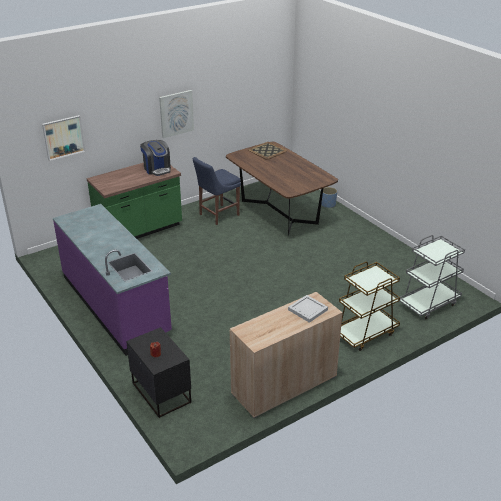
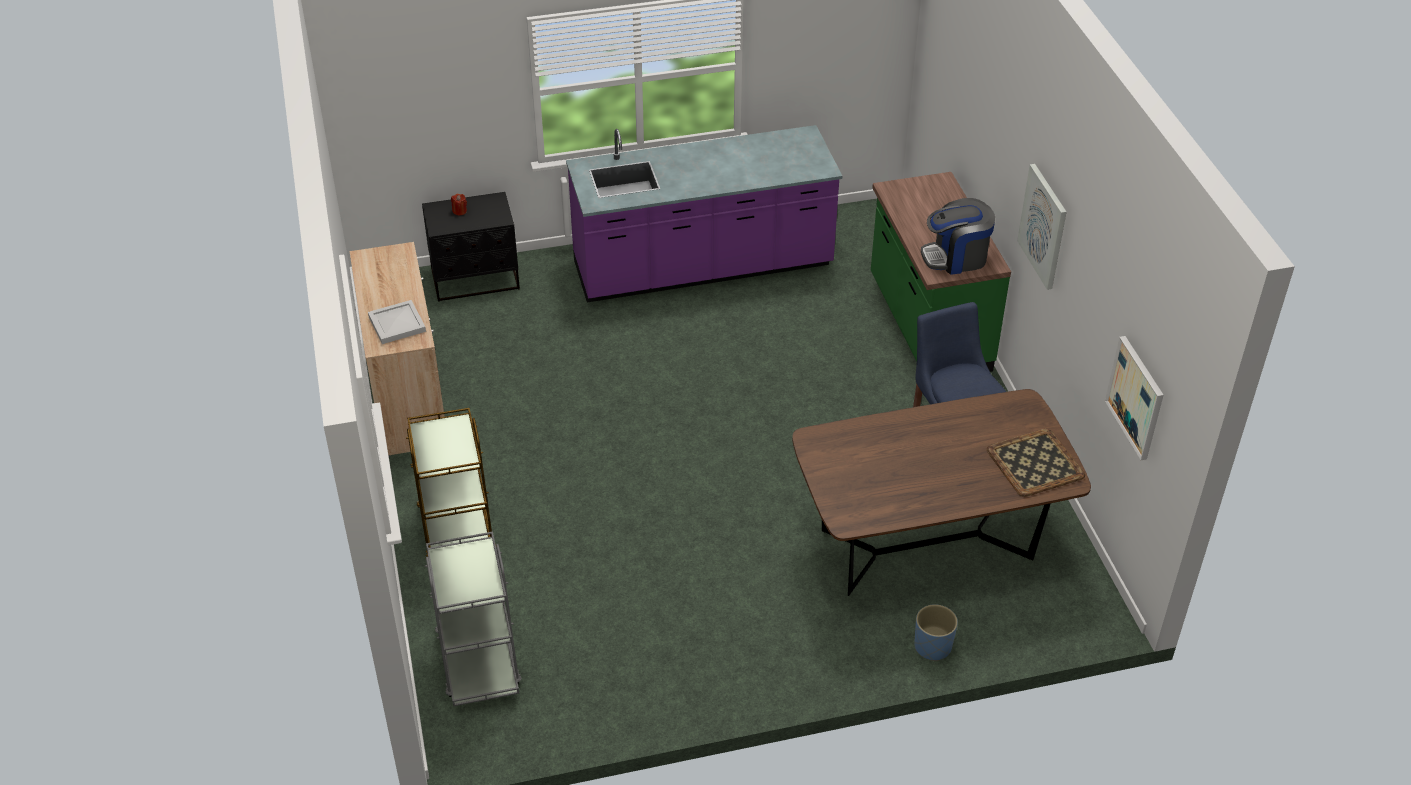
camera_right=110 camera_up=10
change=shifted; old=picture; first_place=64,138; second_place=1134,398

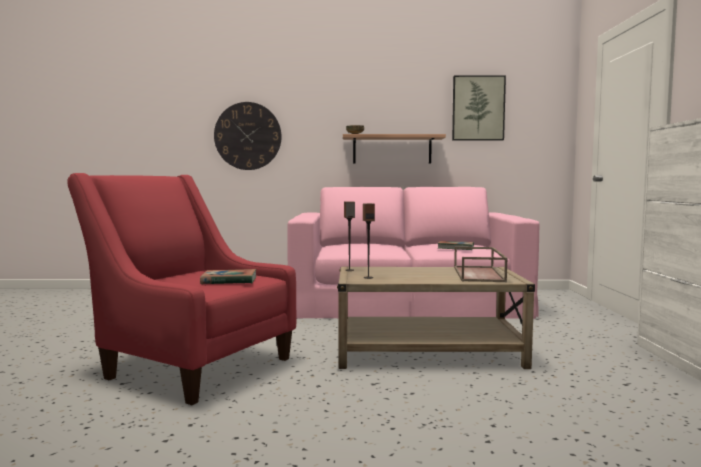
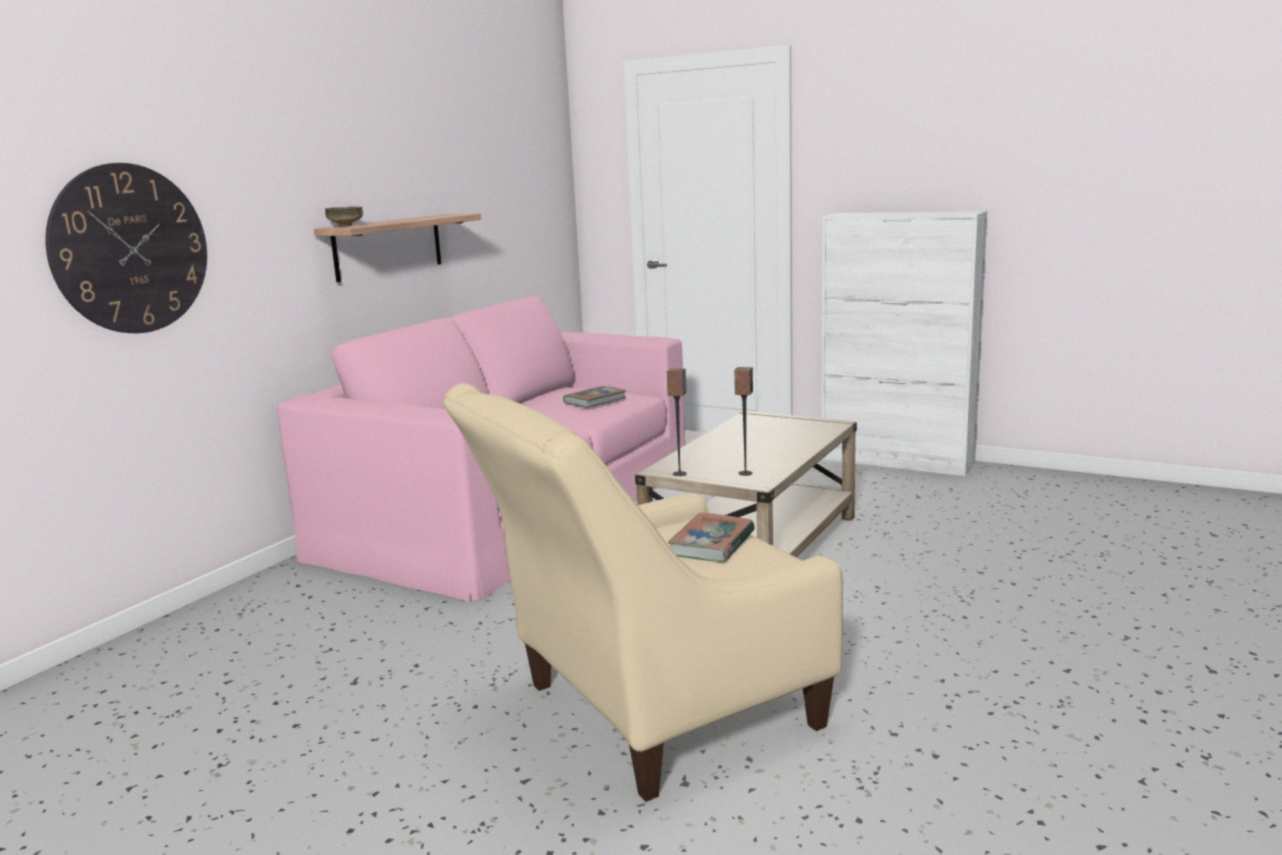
camera_right=-60 camera_up=10
change=repainted; old=armchair in red; new=armchair in beige-coloured; first_place=182,289; second_place=643,592
change=gone; old=picture; first_place=479,107
change=gone; old=carrying tray in brown-coloured; first_place=481,264

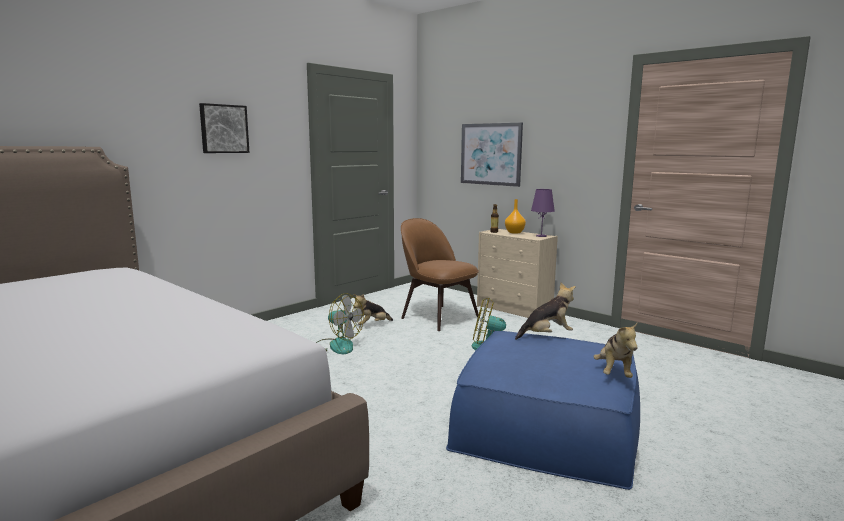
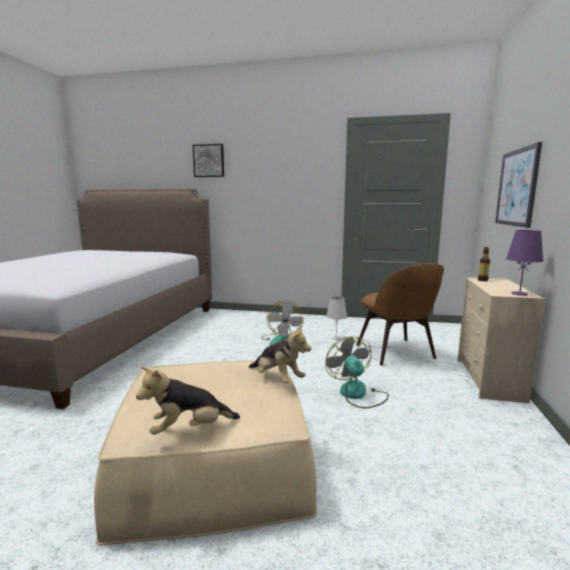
camera_right=60 camera_up=0
change=repainted; old=pouffe in blue; new=pouffe in beige-coloured; first_place=543,410; second_place=205,452
change=shifted; old=picture; first_place=224,128; second_place=208,160
change=swapped; old=cuddly toy; new=table lamp in white-coloured; first_place=373,309; second_place=336,318
change=rotated; old=upright chair in brown-coloured; first_place=440,274; second_place=400,314; degrees=150
change=gone; old=decorative vase in orange-coloured; first_place=515,216

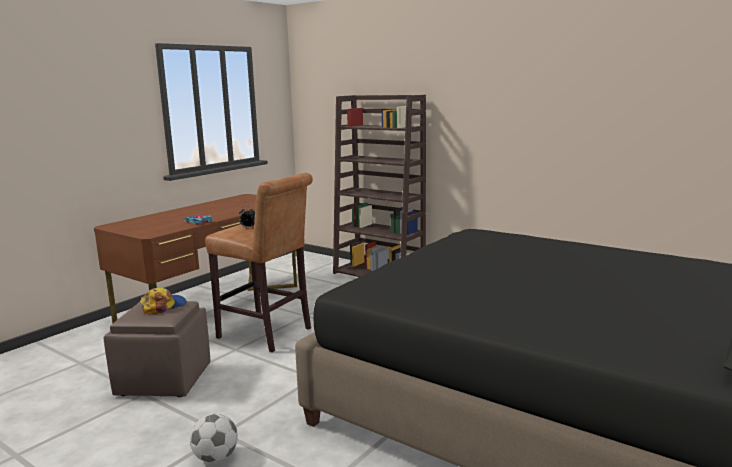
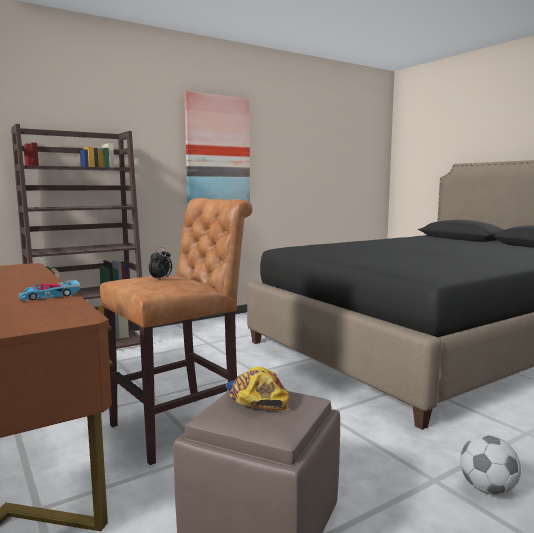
camera_right=-70 camera_up=-5
change=new; new=picture; second_place=217,147

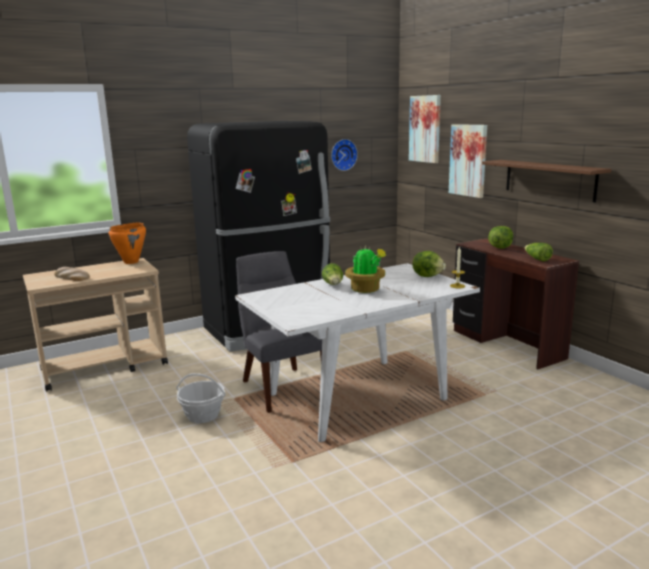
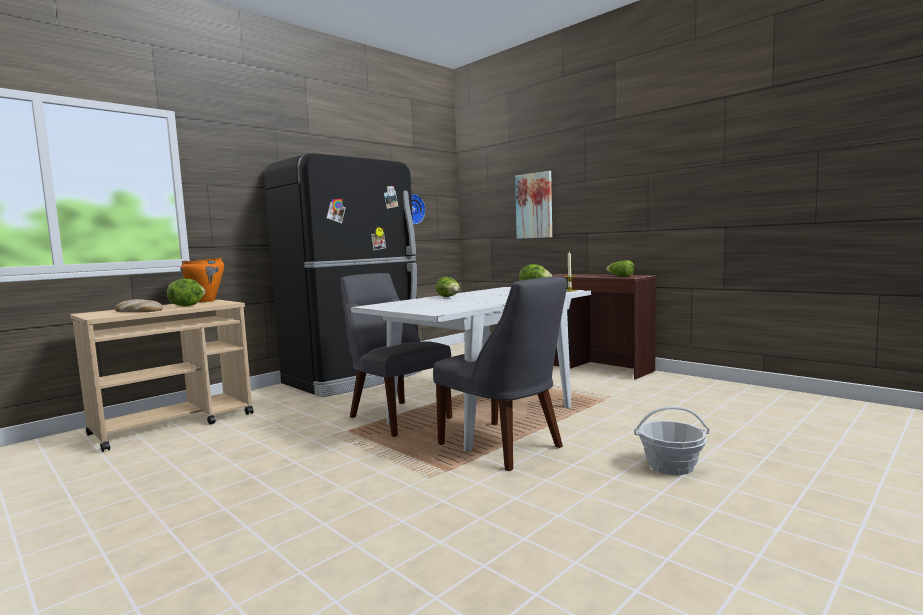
camera_right=-15 camera_up=-10
change=shifted; old=lettuce; first_place=500,237; second_place=186,292
change=new; new=upright chair in gray; second_place=500,373
change=shifted; old=basket; first_place=200,398; second_place=671,440
change=gone; old=plant in a pot; first_place=365,269
change=gone; old=picture; first_place=425,129
change=gone; old=wall shelf in brown-coloured; first_place=547,181

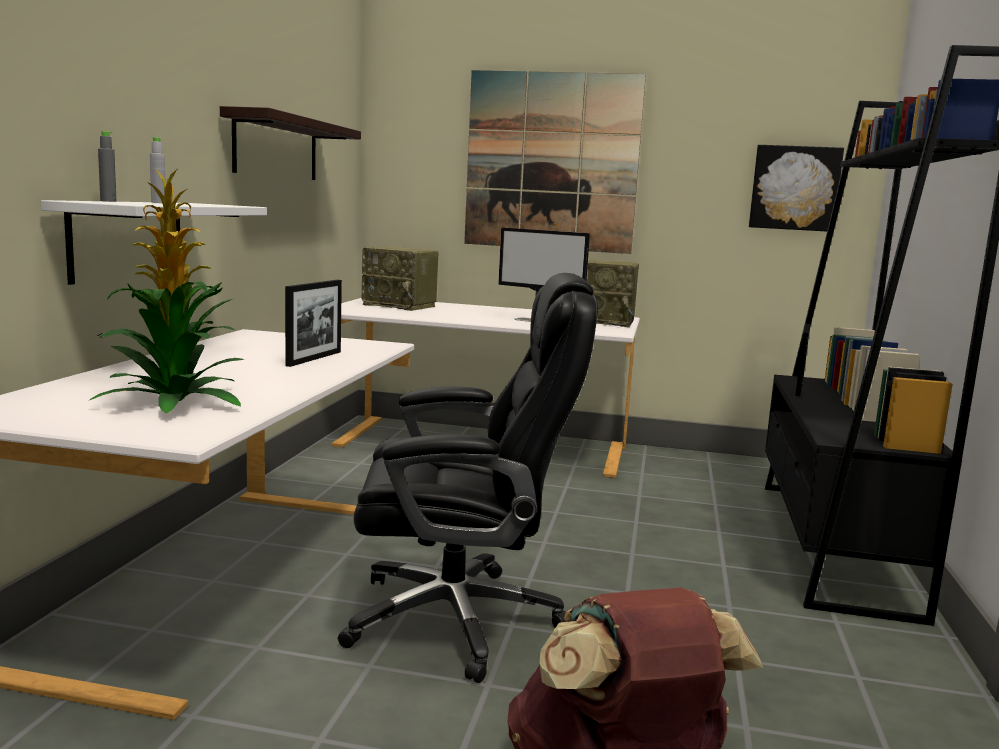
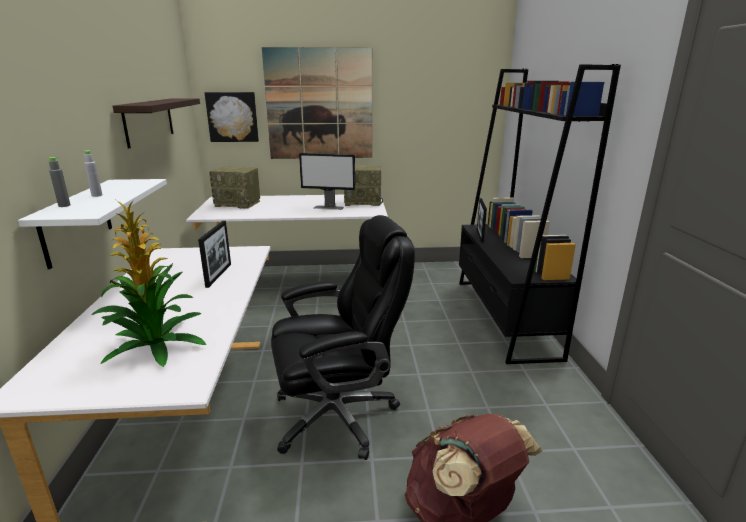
camera_right=-15 camera_up=10
change=shifted; old=picture; first_place=796,188; second_place=232,117

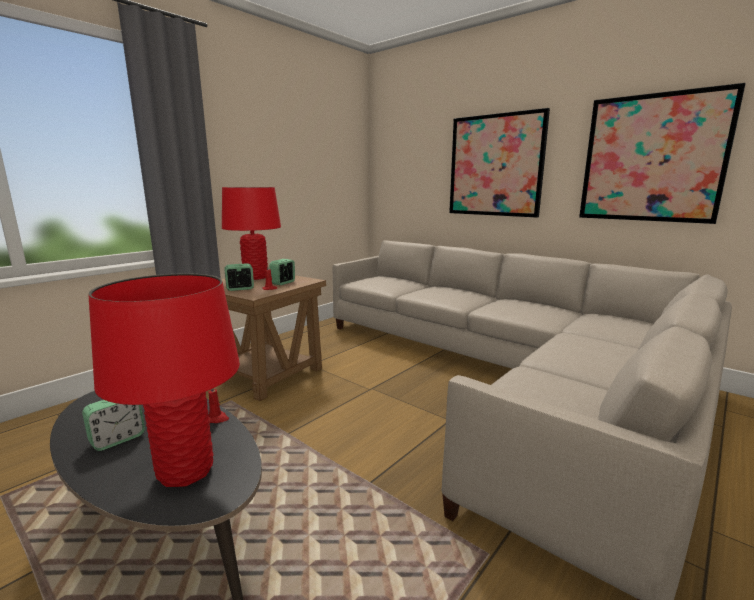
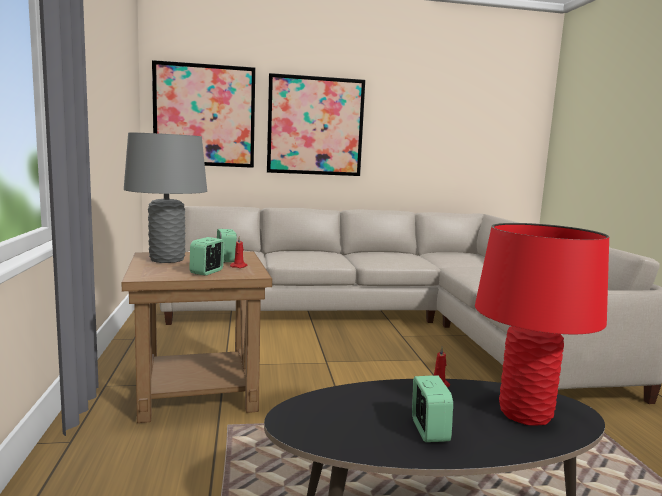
camera_right=-50 camera_up=-5
change=repainted; old=table lamp in red; new=table lamp in gray; first_place=251,233; second_place=165,197
change=shifted; old=picture; first_place=662,153; second_place=203,114

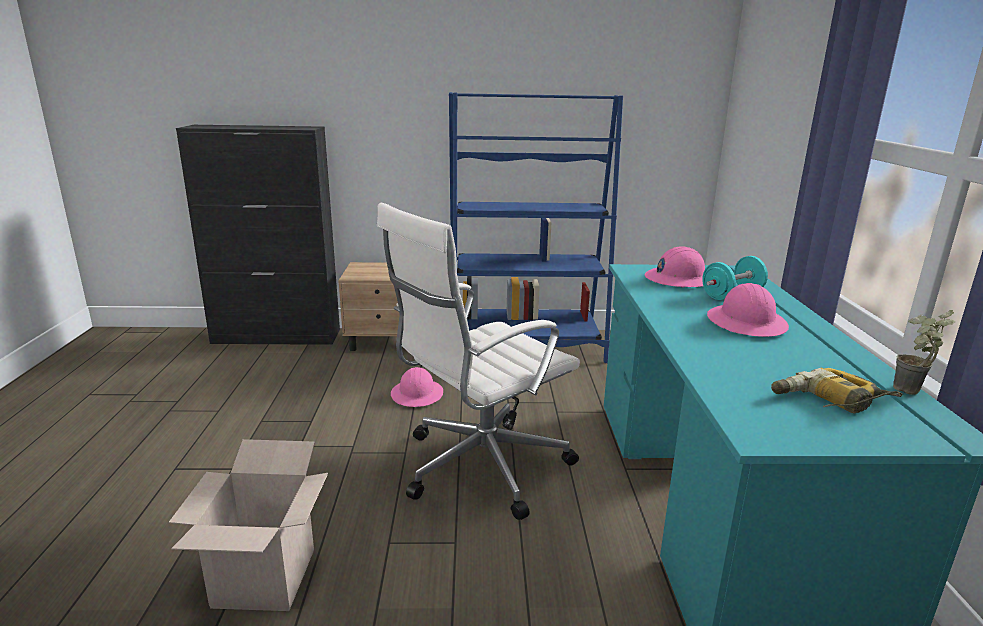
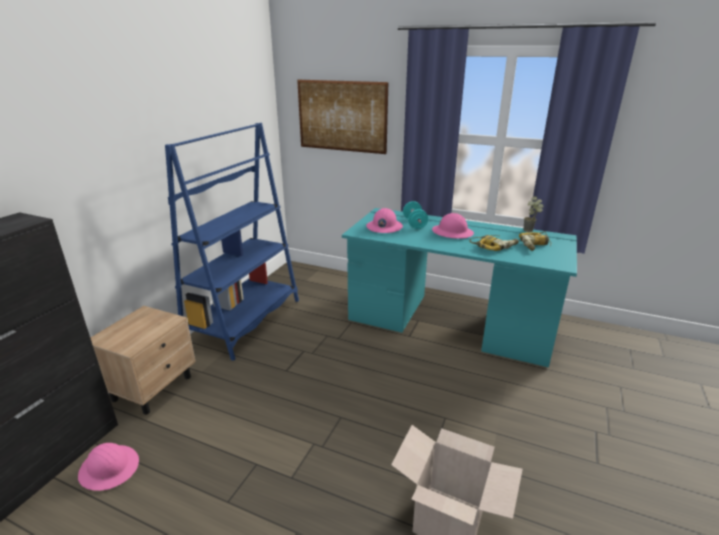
camera_right=-65 camera_up=5
change=shifted; old=safety helmet in pink; first_place=417,387; second_place=108,467
change=new; new=picture; second_place=342,117
change=new; new=drill; second_place=494,243
change=gone; old=office chair in white-coloured; first_place=478,361

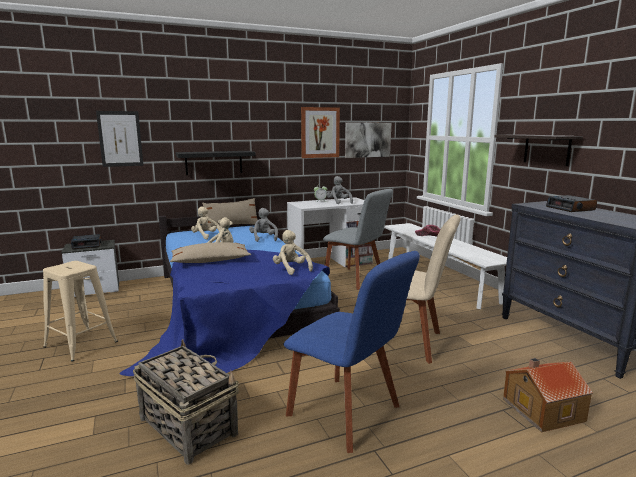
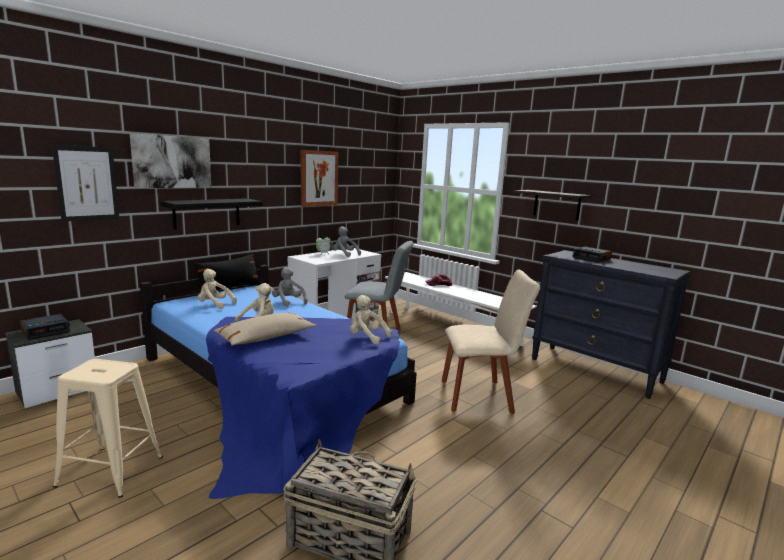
camera_right=-25 camera_up=0
change=shifted; old=picture; first_place=368,140; second_place=170,160
change=repainted; old=cushion in beige-coloured; new=cushion in black-coloured; first_place=230,212; second_place=228,272
change=gone; old=upright chair in blue; first_place=352,352
change=gone; old=toy house; first_place=548,395

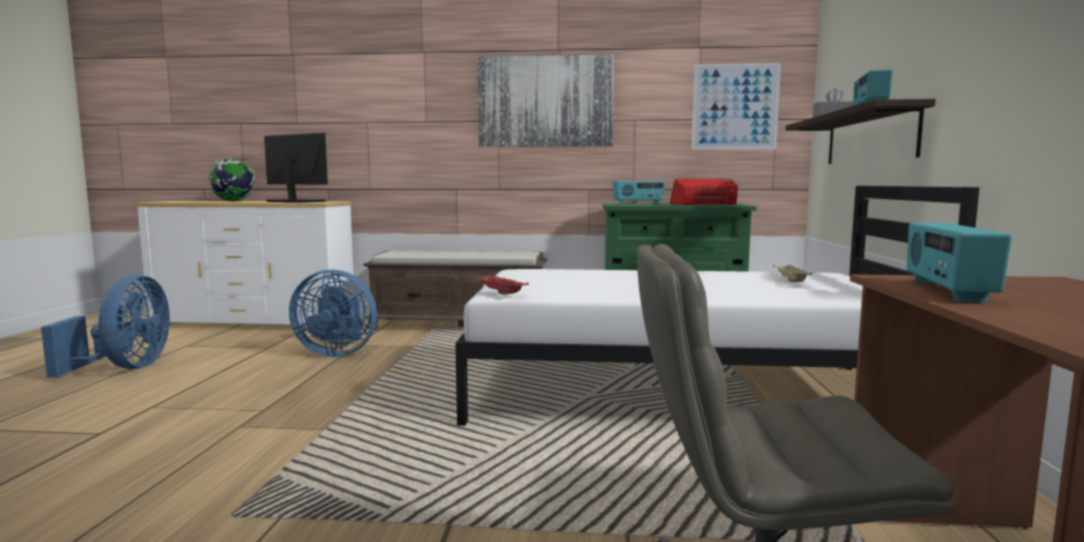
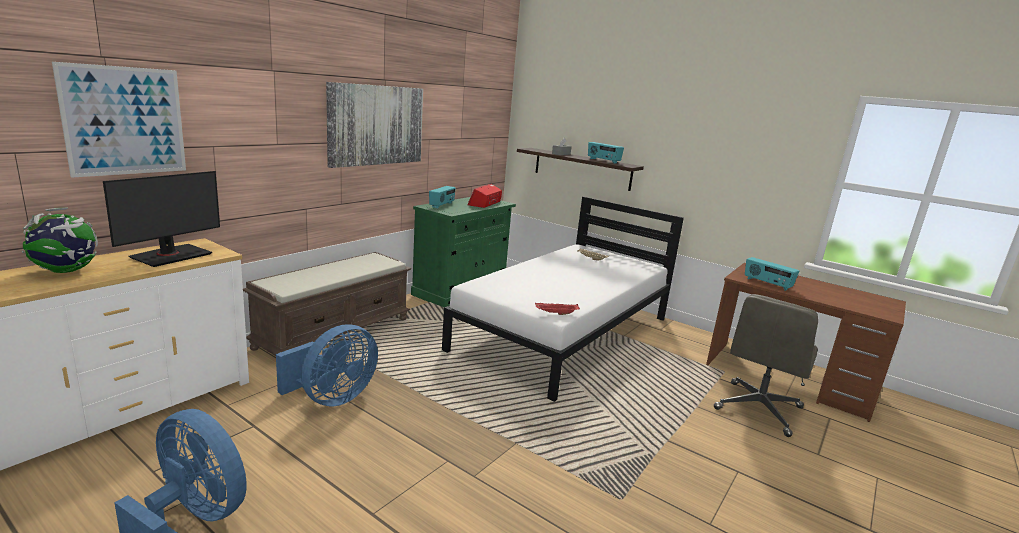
camera_right=-60 camera_up=10
change=shifted; old=picture; first_place=736,106; second_place=119,120
change=rotated; old=computer screen; first_place=296,168; second_place=161,219; degrees=150

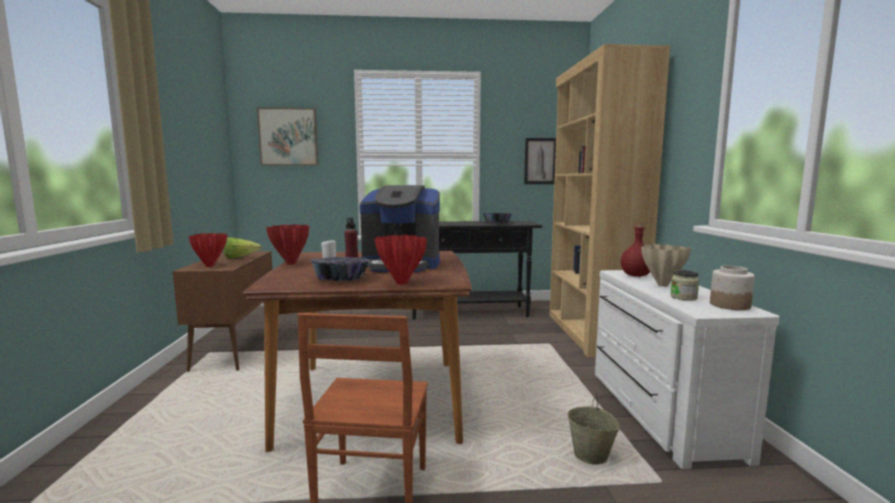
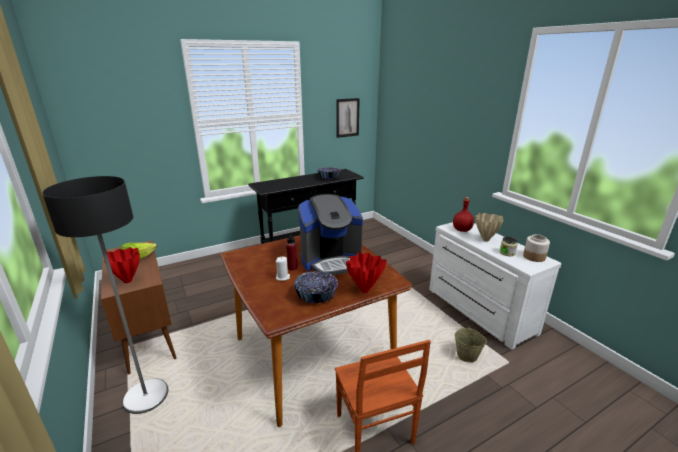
camera_right=-25 camera_up=15
change=new; new=standard lamp; second_place=105,295
change=gone; old=picture; first_place=287,136
change=gone; old=decorative vase in red; first_place=287,244
change=gone; old=shelving unit in brown-coloured; first_place=609,201

